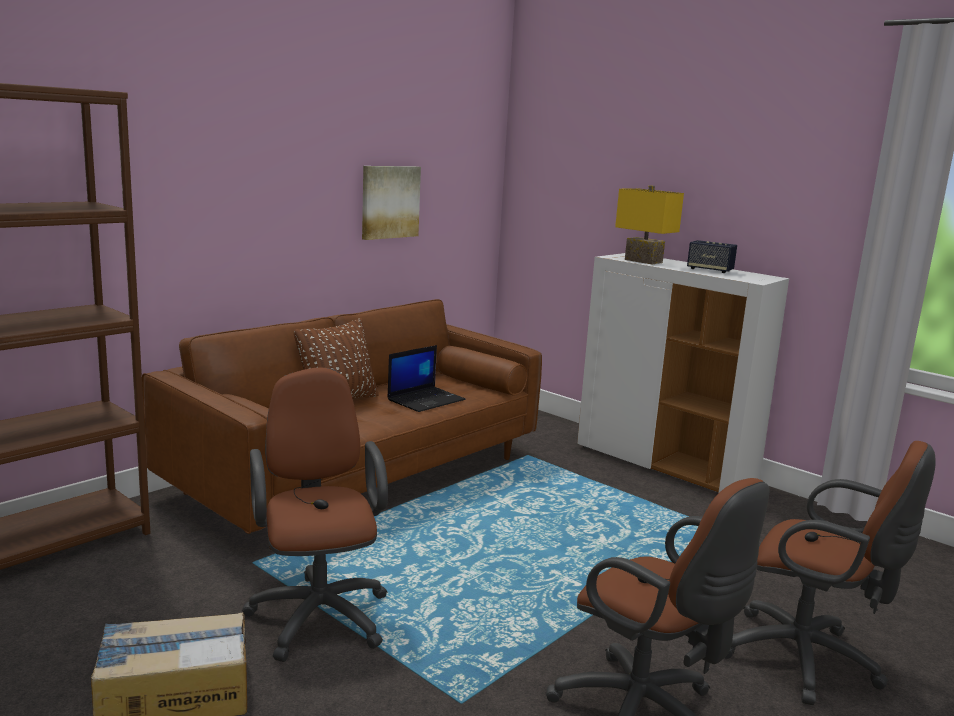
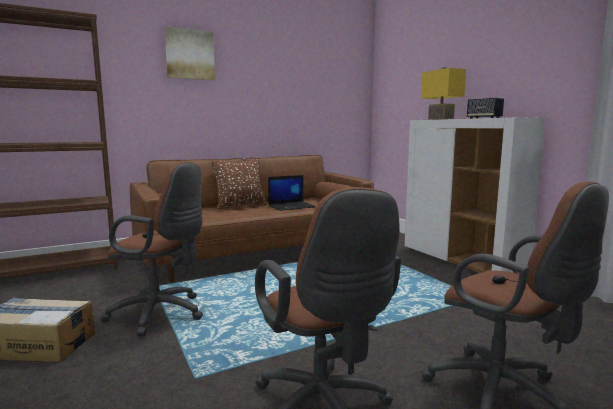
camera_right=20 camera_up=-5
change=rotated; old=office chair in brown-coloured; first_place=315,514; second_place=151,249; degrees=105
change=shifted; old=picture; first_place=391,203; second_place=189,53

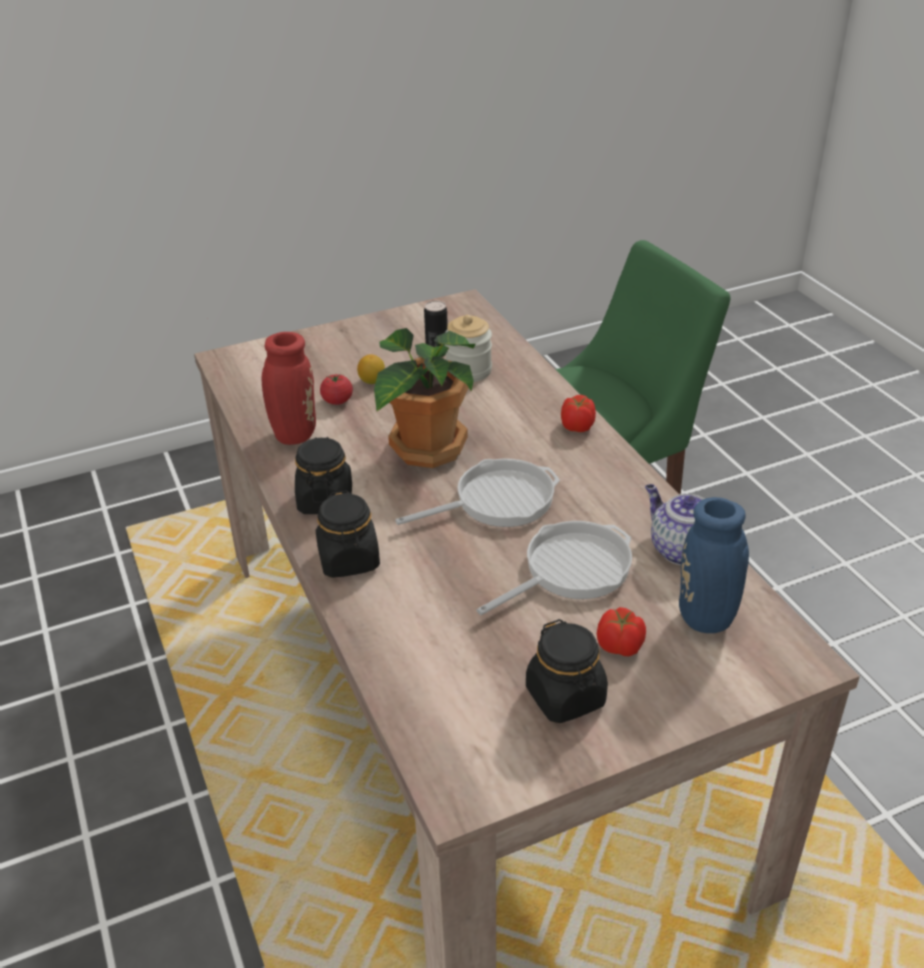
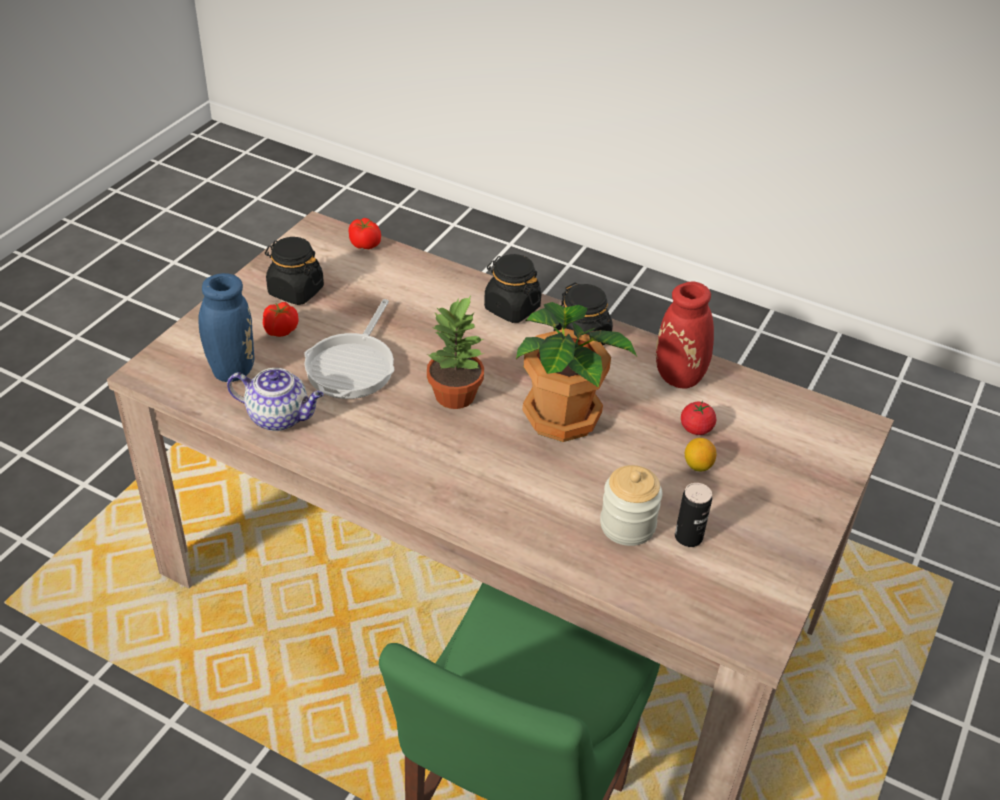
camera_right=140 camera_up=5
change=shifted; old=tomato; first_place=578,413; second_place=364,233
change=swapped; old=frying pan; new=plant in a pot; first_place=477,492; second_place=455,352

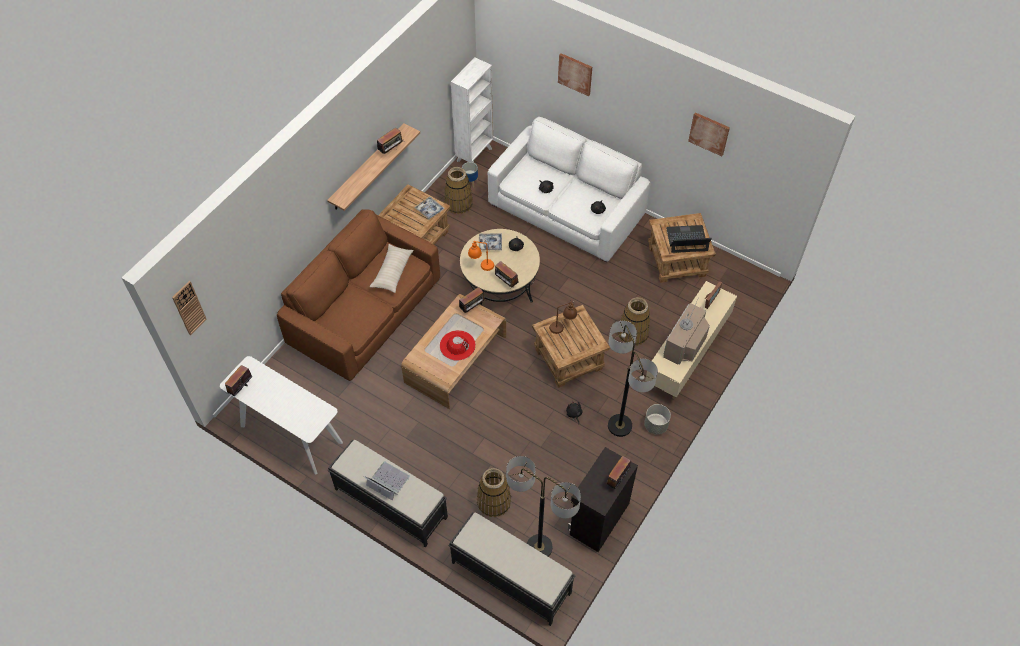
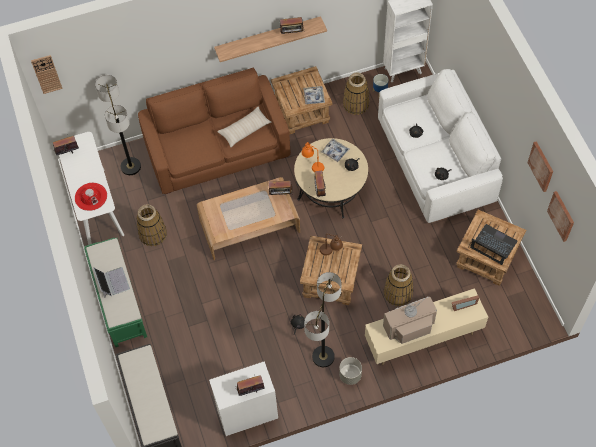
camera_right=40 camera_up=5
change=shifted; old=hat in red; first_place=458,345; second_place=91,197
change=repainted; old=bench in black-coloured; new=bench in greenish; first_place=388,493; second_place=115,292
change=shifted; old=standard lamp; first_place=543,506; second_place=118,125
change=shifted; old=basket; first_place=494,492; second_place=152,225
change=repainted; old=cupboard in black-coloured; new=cupboard in white-coloured; first_place=603,499; second_place=243,398
change=shifted; old=picture; first_place=575,74; second_place=560,216

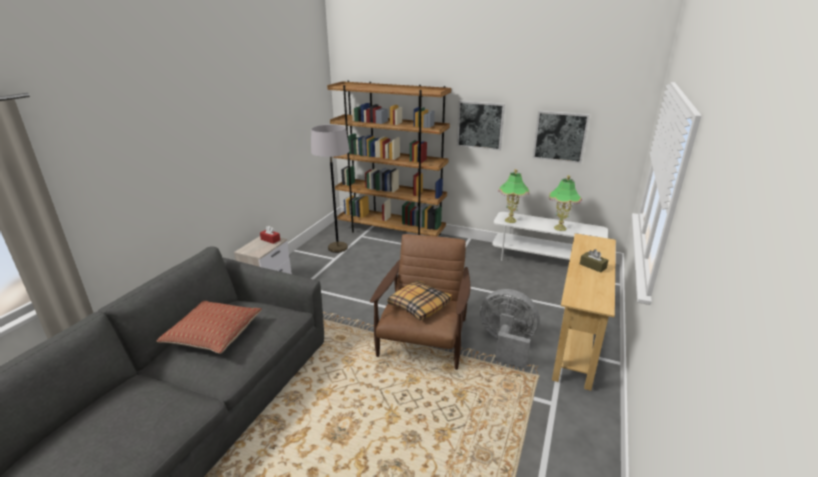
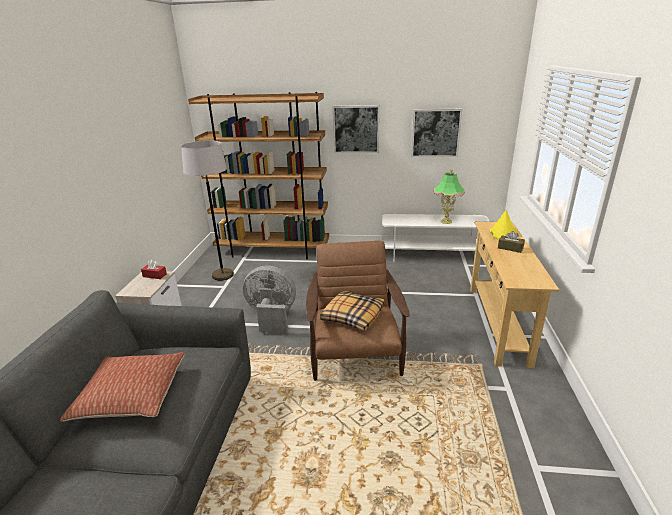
camera_right=-15 camera_up=0
change=shifted; old=electric fan in gray; first_place=509,329; second_place=269,299
change=new; new=hat in yellowish; second_place=503,225
change=gone; old=table lamp; first_place=513,196

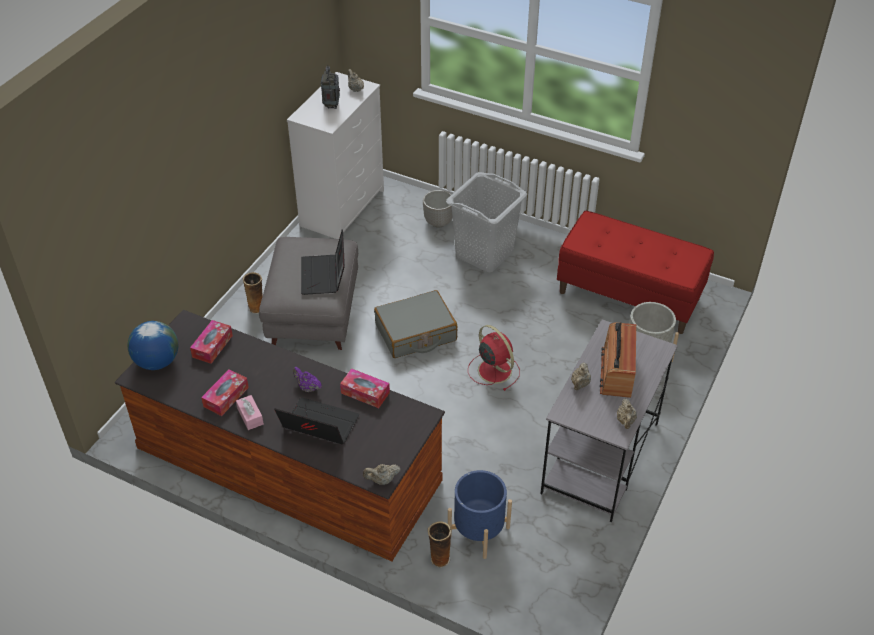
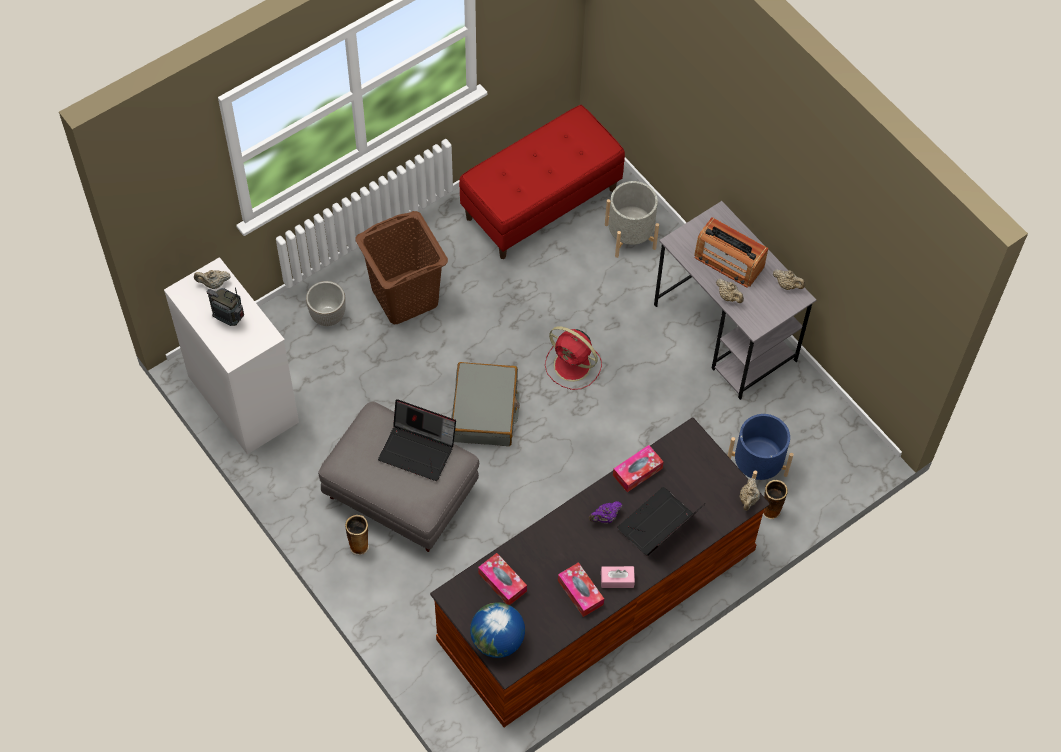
camera_right=-65 camera_up=15
change=repainted; old=washing basket in gray; new=washing basket in brown-coloured; first_place=486,222; second_place=401,267
change=rotated; old=electric fan in red; first_place=494,358; second_place=573,358; degrees=-135

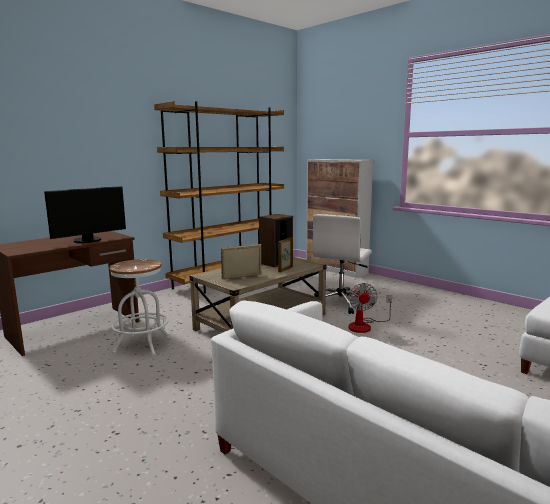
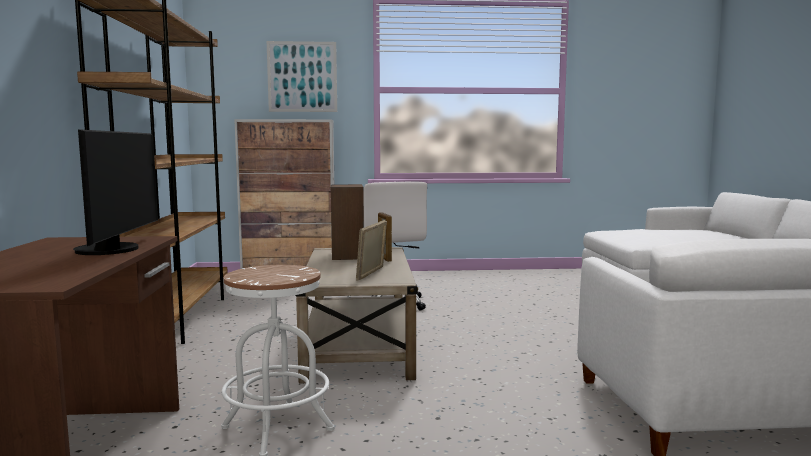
camera_right=-50 camera_up=-5
change=new; new=picture; second_place=302,76
change=gone; old=electric fan; first_place=370,308

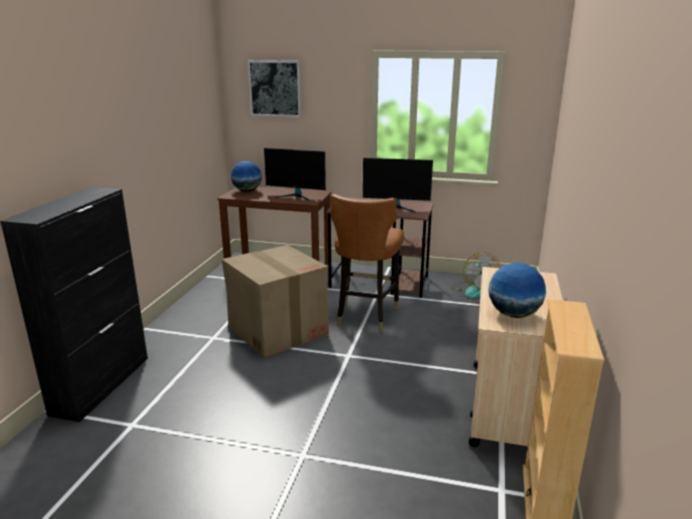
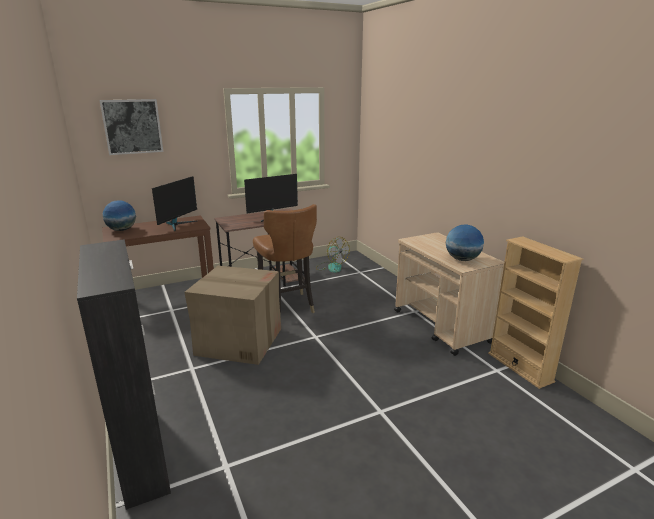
camera_right=-40 camera_up=0
change=rotated; old=computer screen; first_place=295,174; second_place=175,203; degrees=-45

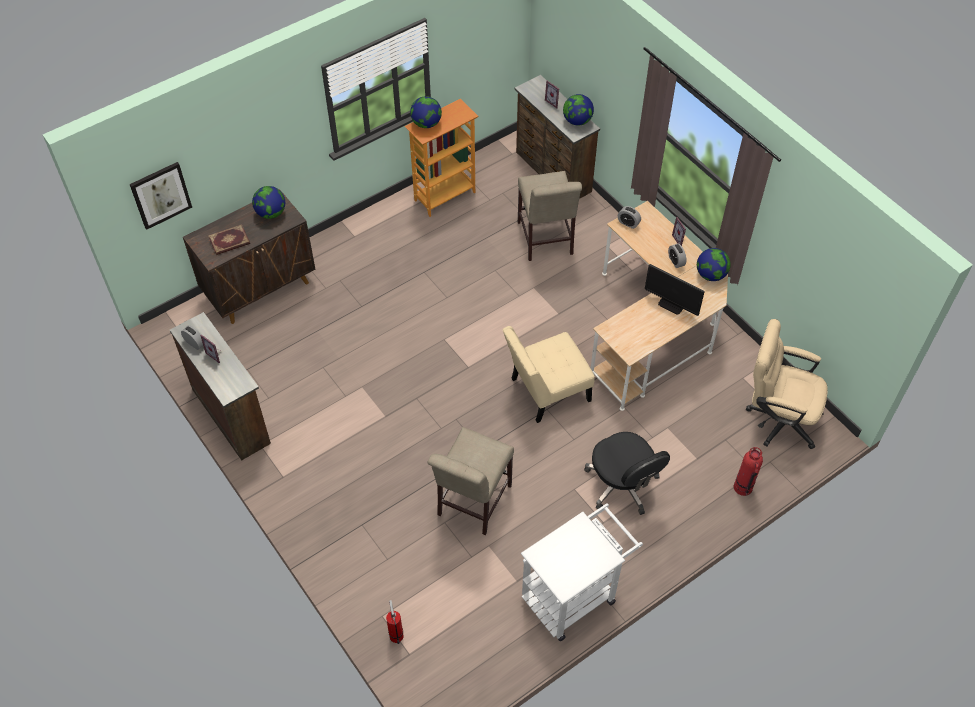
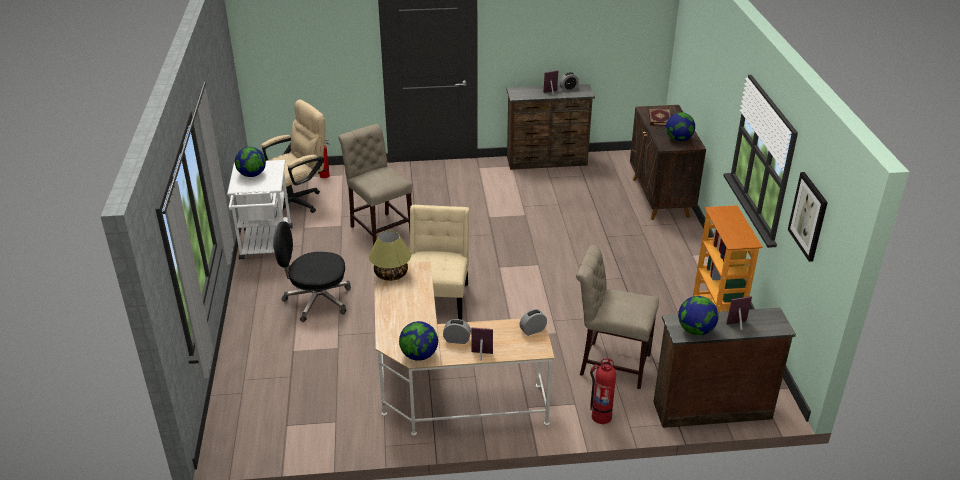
camera_right=120 camera_up=-20
change=shifted; old=desk globe; first_place=426,112; second_place=250,162
change=shifted; old=office chair in beige-coloured; first_place=787,384; second_place=294,157
change=new; new=table lamp; second_place=390,255
change=shifted; old=fire-fighting cylinder; first_place=748,471; second_place=603,391
change=shifted; old=picture; first_place=161,196; second_place=808,217
change=gone; old=computer screen; first_place=675,290

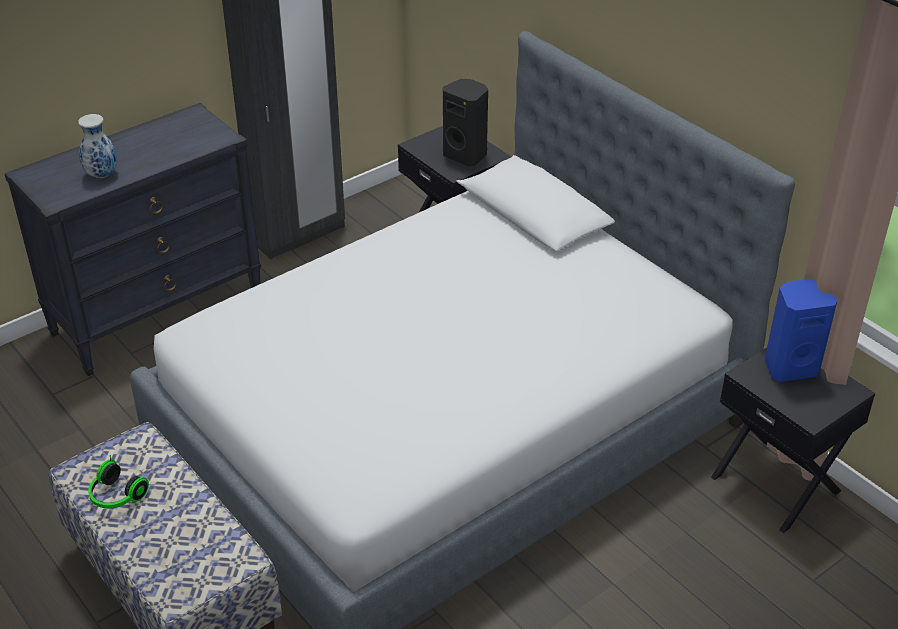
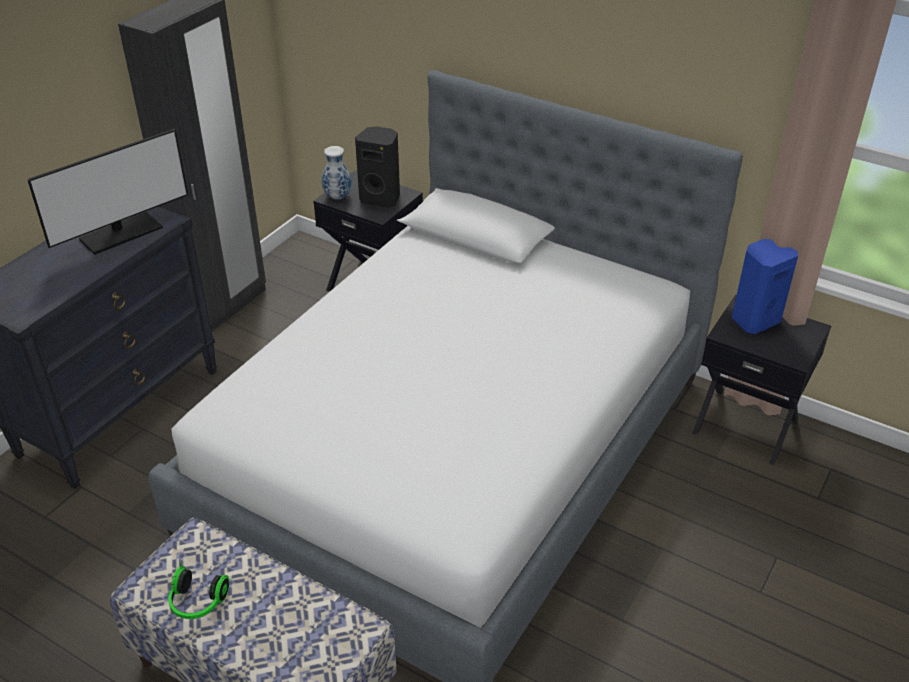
camera_right=-20 camera_up=0
change=new; new=computer screen; second_place=107,192
change=shifted; old=decorative vase; first_place=97,146; second_place=337,173

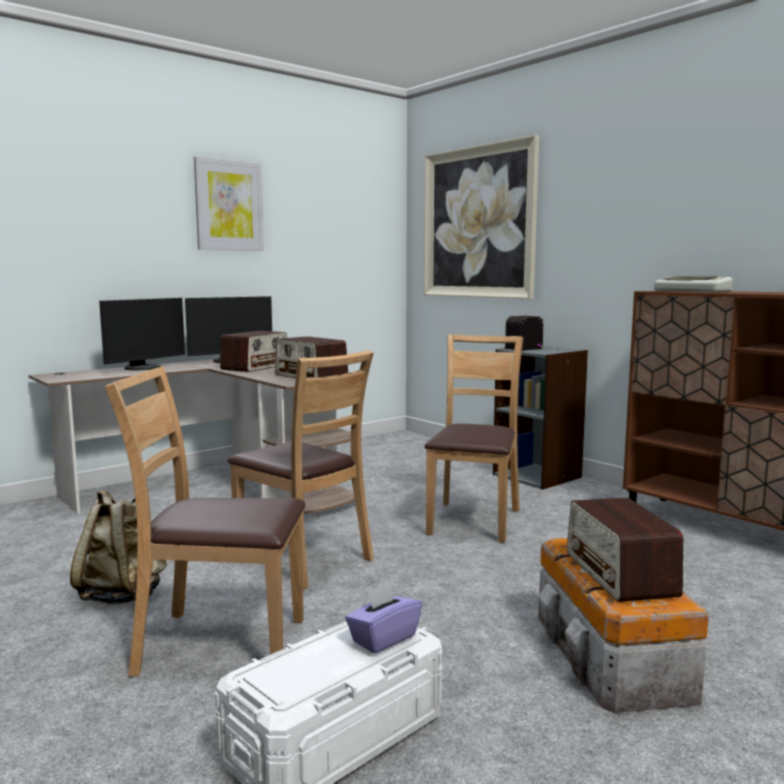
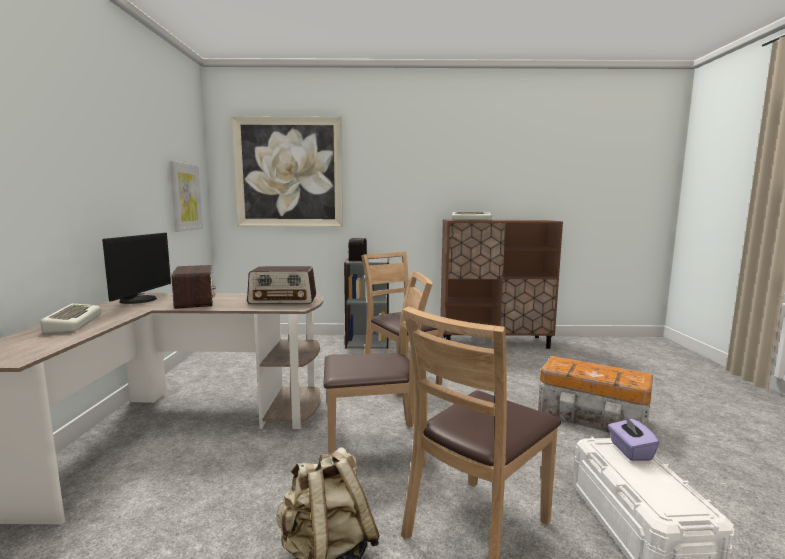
camera_right=-50 camera_up=0
change=swapped; old=computer screen; new=PC keyboard; first_place=142,334; second_place=70,319
change=shifted; old=picture; first_place=229,203; second_place=186,196
change=gone; old=radio receiver; first_place=625,550

